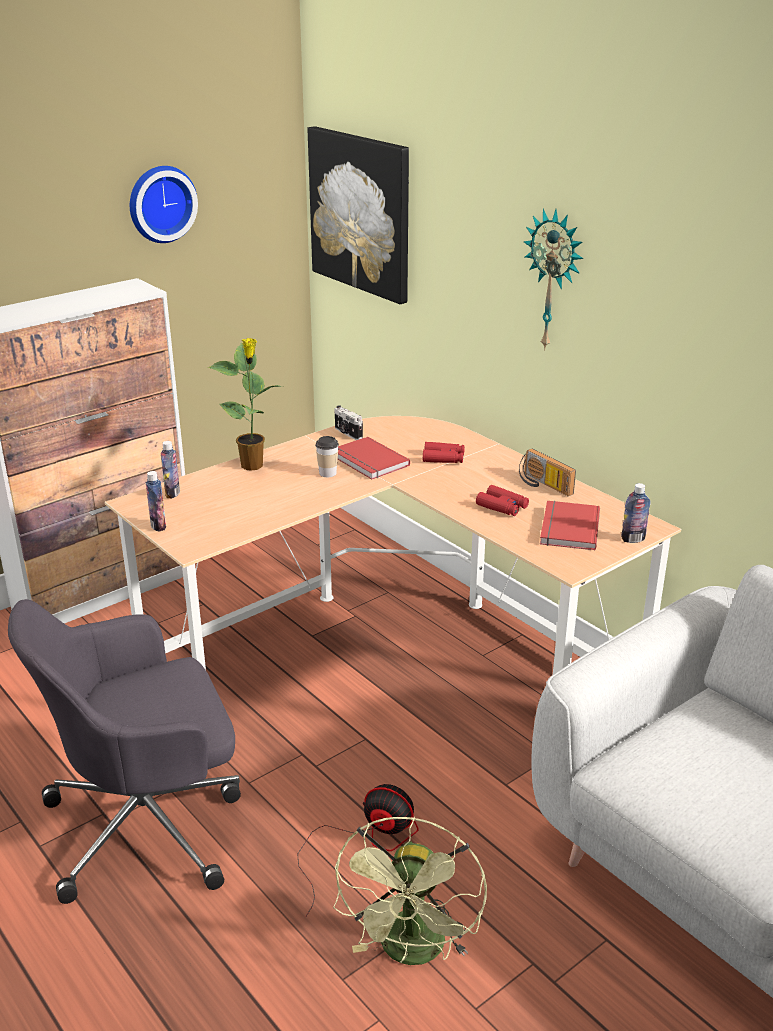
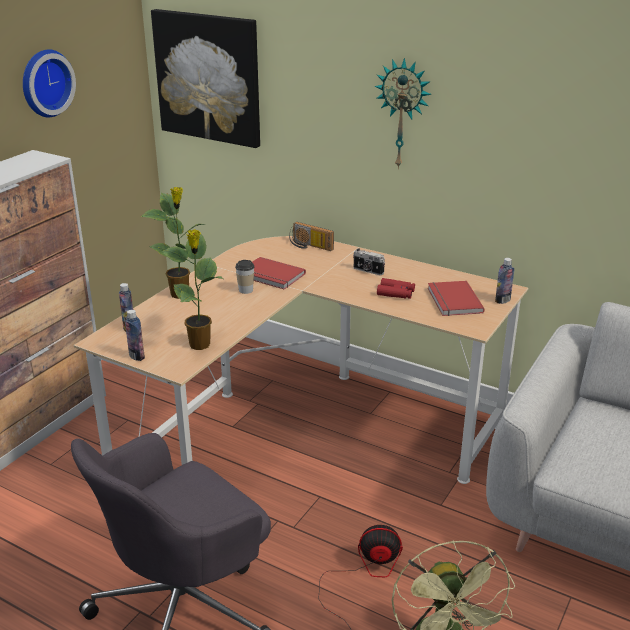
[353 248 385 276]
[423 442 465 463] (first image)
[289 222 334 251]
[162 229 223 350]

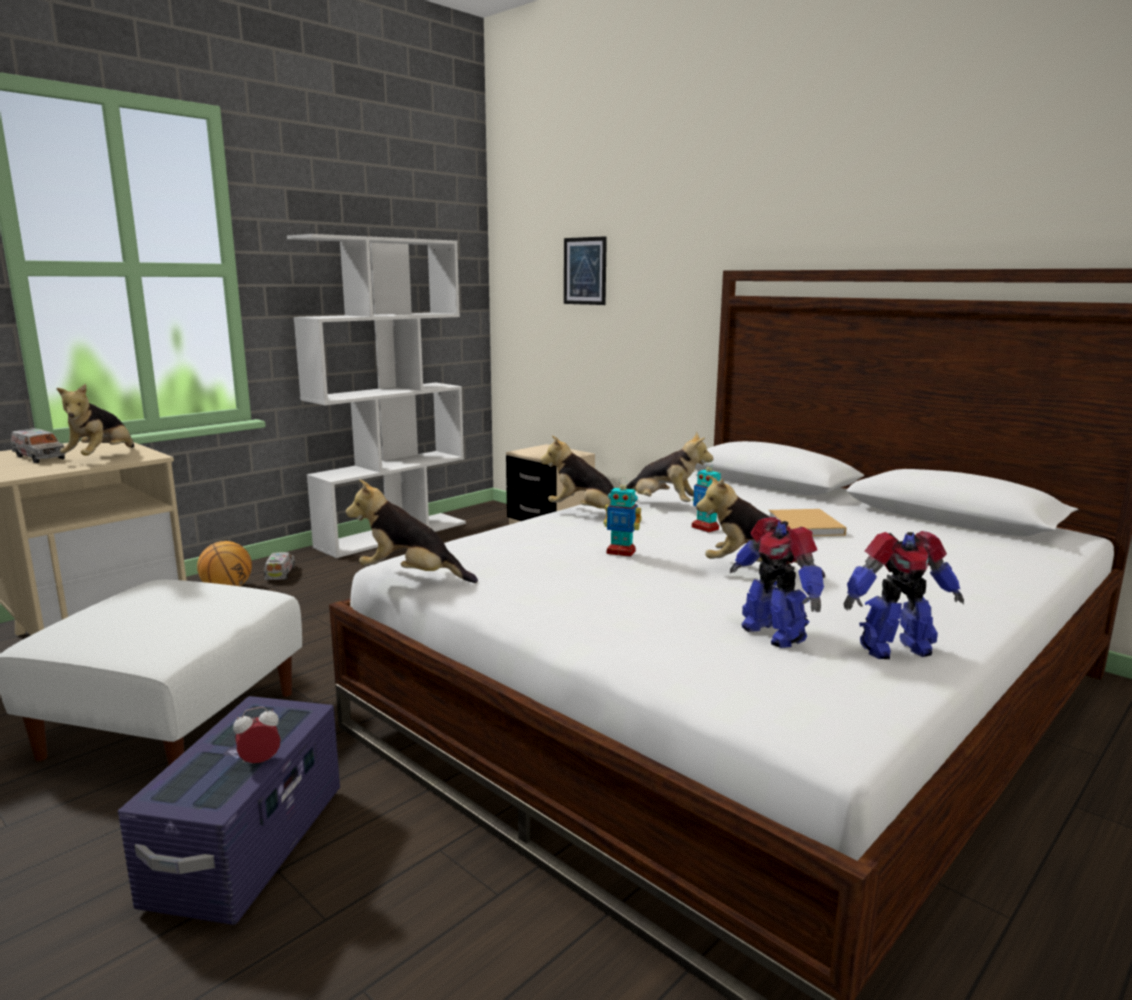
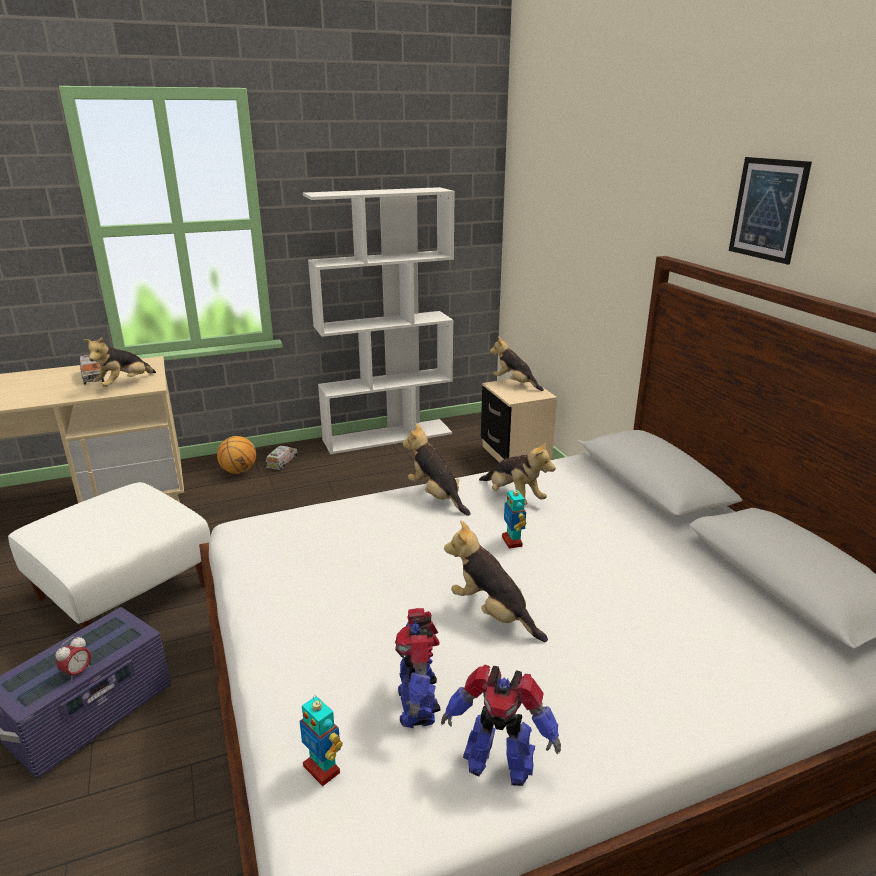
[729 157 812 265]
[299 695 343 786]
[490 337 544 391]
[769 509 847 536] (first image)
[56 636 91 682]

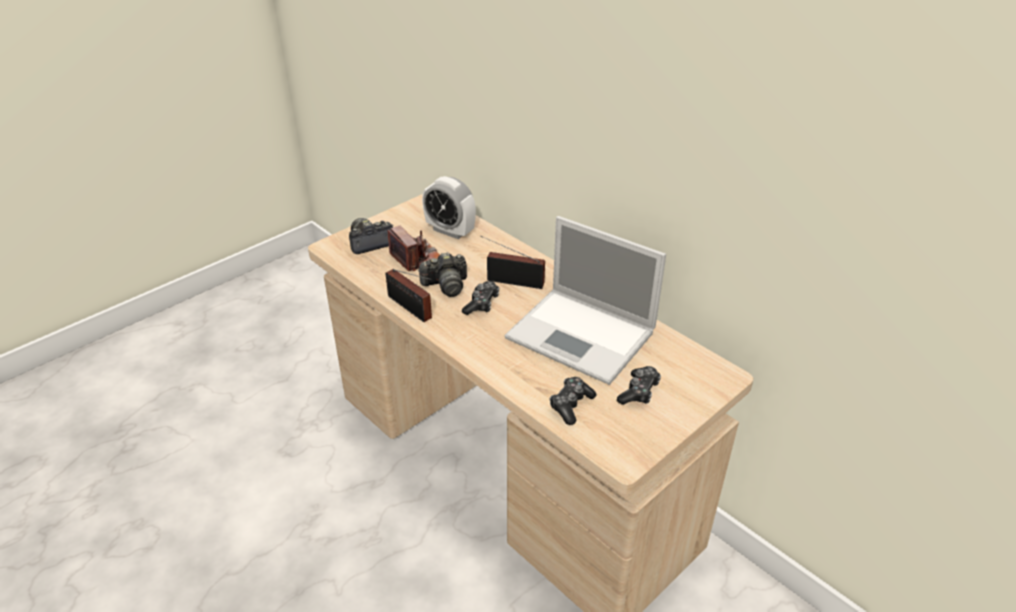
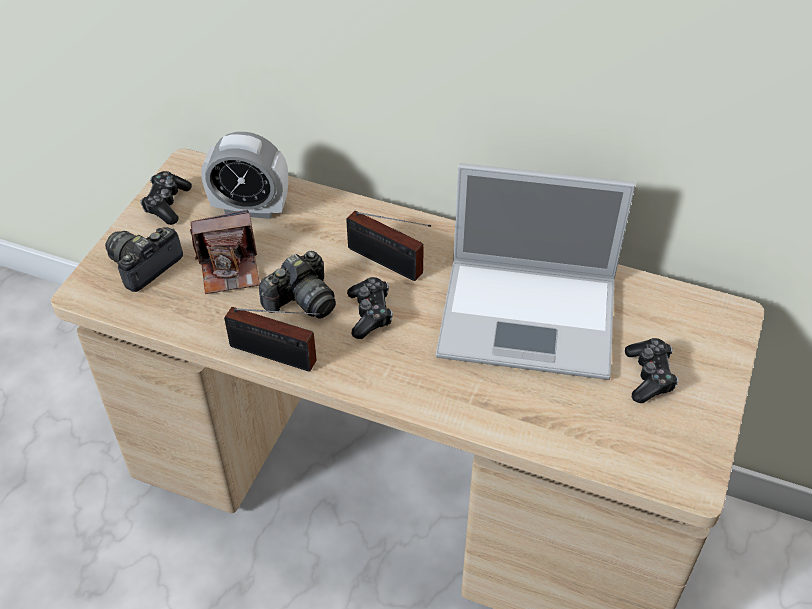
[190 210 260 294]
[346 211 431 281]
[140 171 192 225]

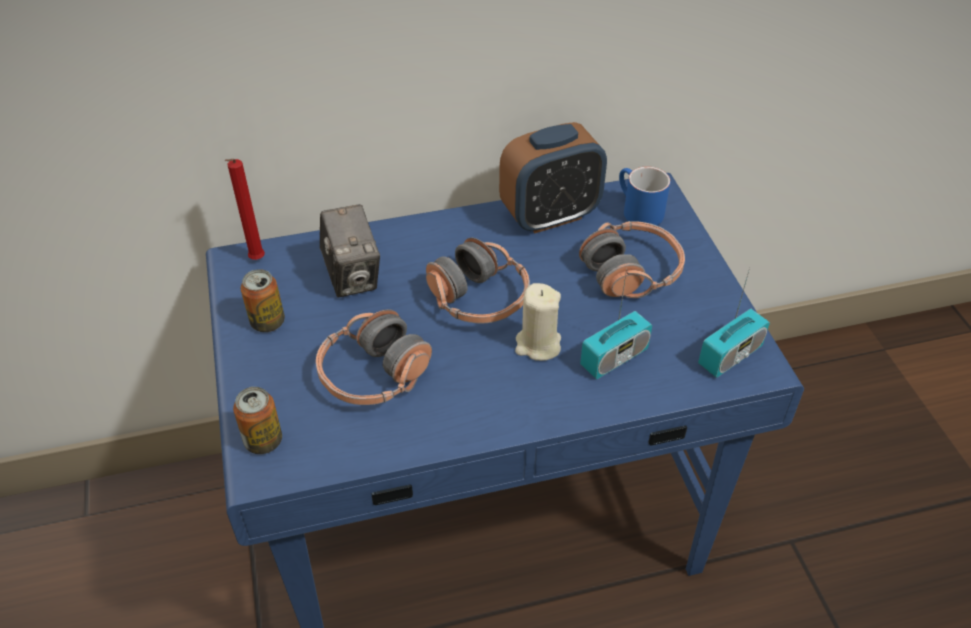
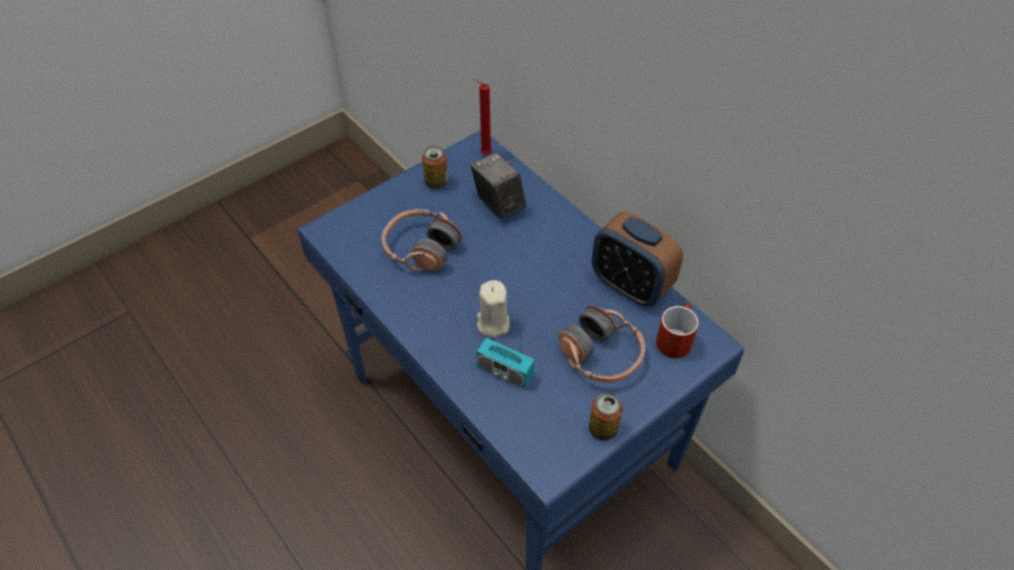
[656 302 699 358]
[471 153 526 219]
[426 238 530 323] (first image)
[698 268 770 378] (first image)
[589 393 623 441]

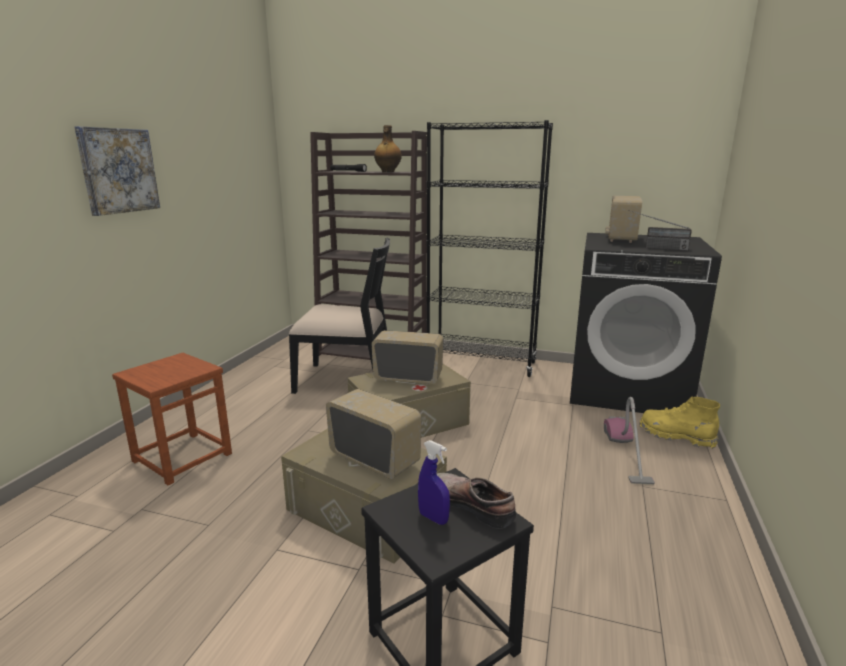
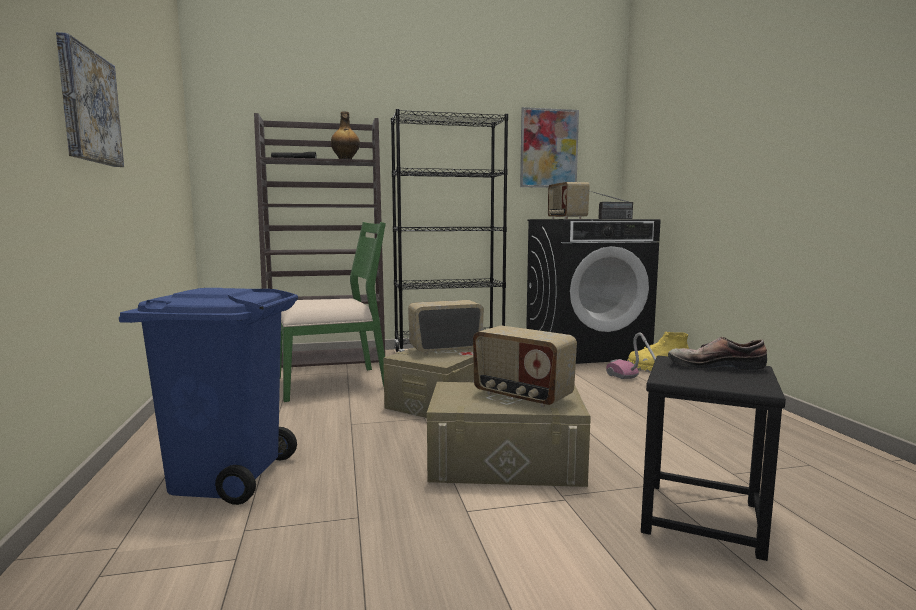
[280 222 386 402]
[119 288 298 505]
[473 325 577 407]
[418 440 450 525] (first image)
[520 107 579 188]

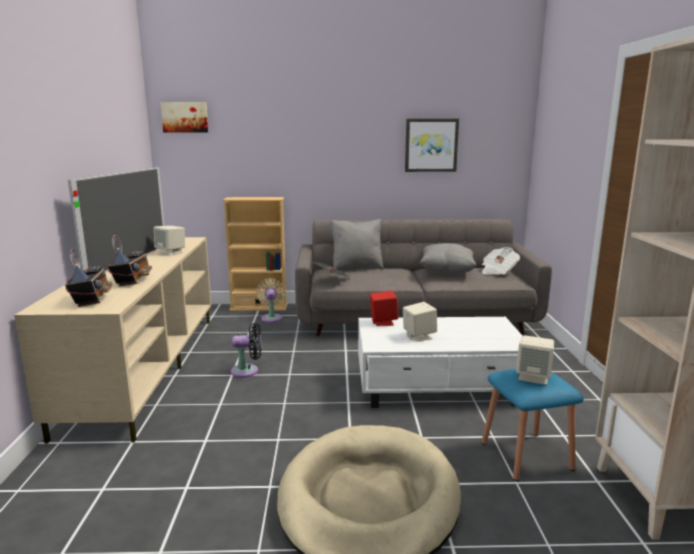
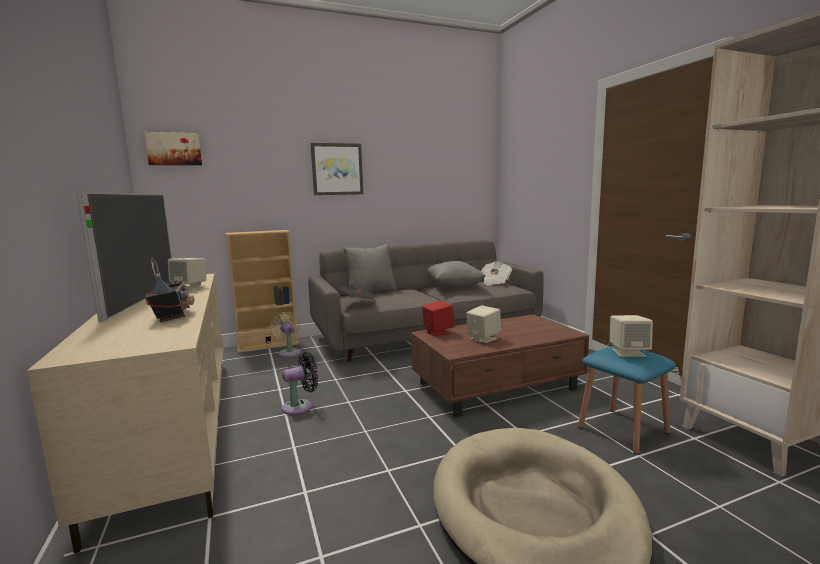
[311 143 363 195]
[65 249 112 307] (first image)
[411 314 589 417]

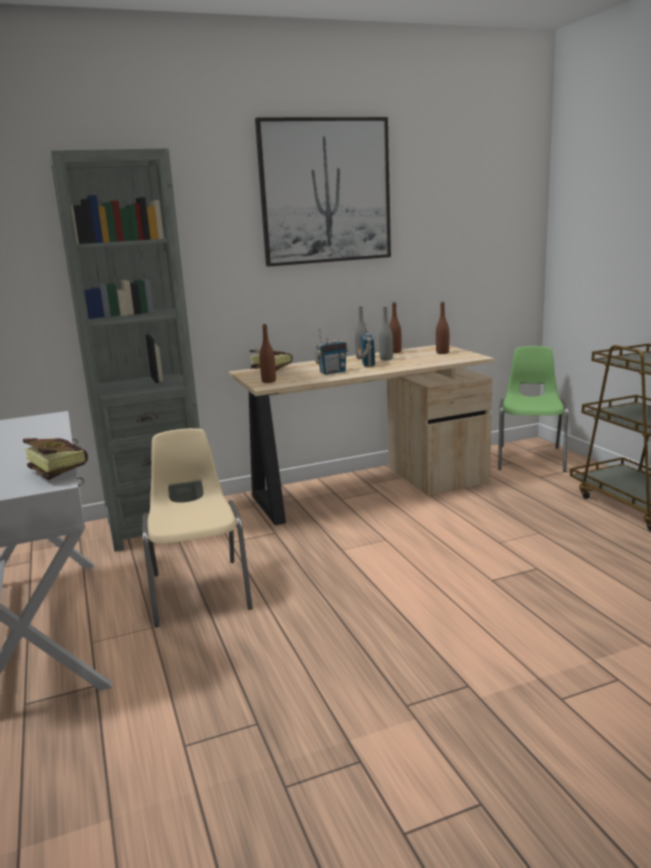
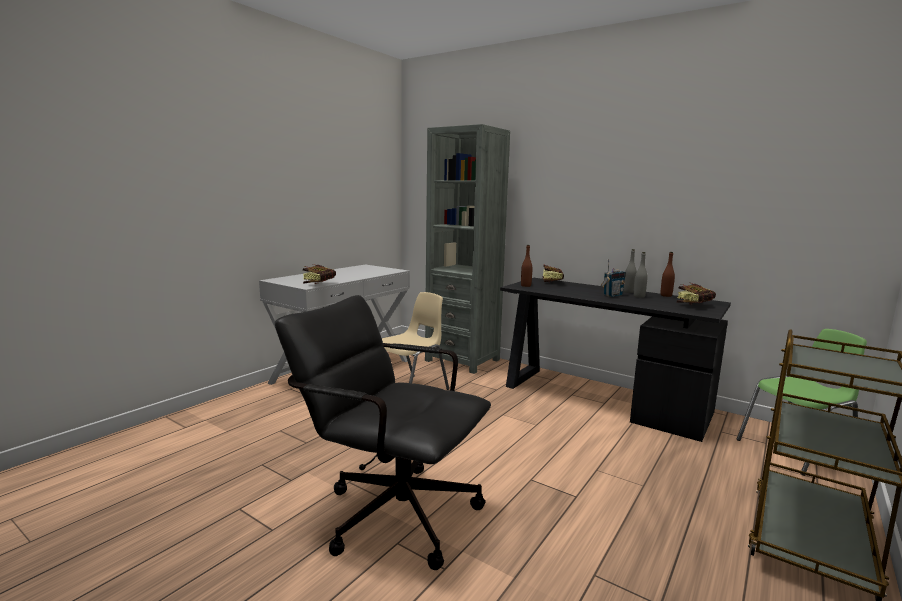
[255 117 391 267] (first image)
[677 283 716 304]
[315 328 348 375] (first image)
[500 278 731 442]
[275 295 491 570]

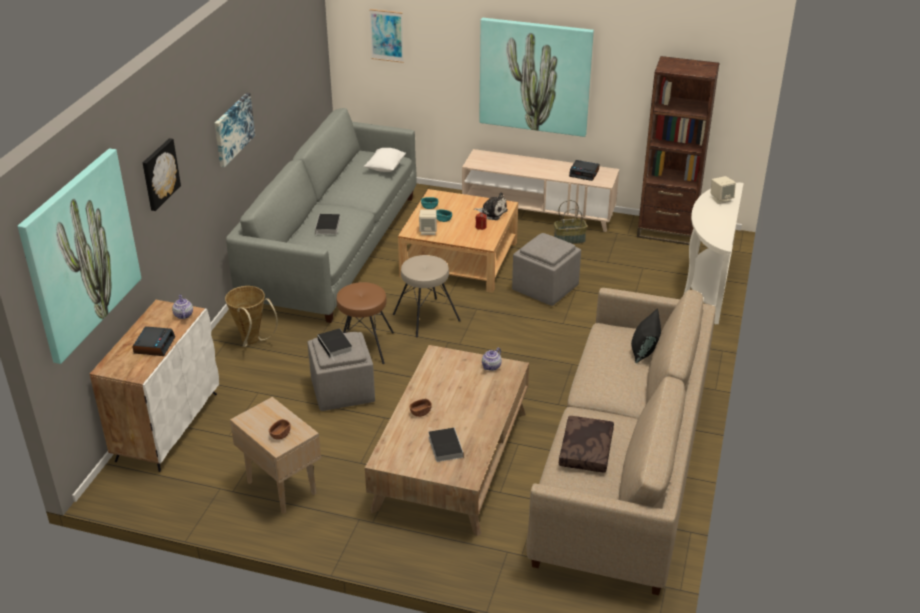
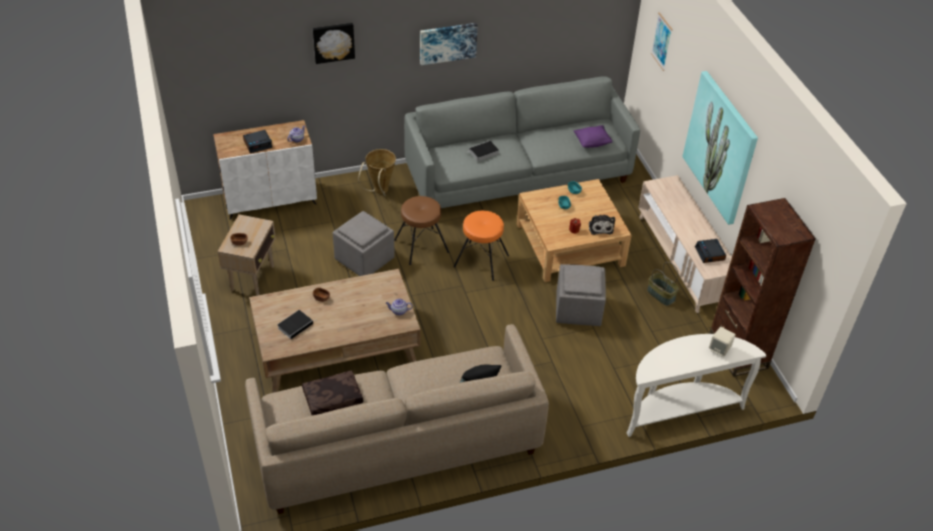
[17 148 142 364] (first image)
[573 125 613 148]
[419 210 437 235] (first image)
[453 211 509 281]
[317 328 352 361] (first image)

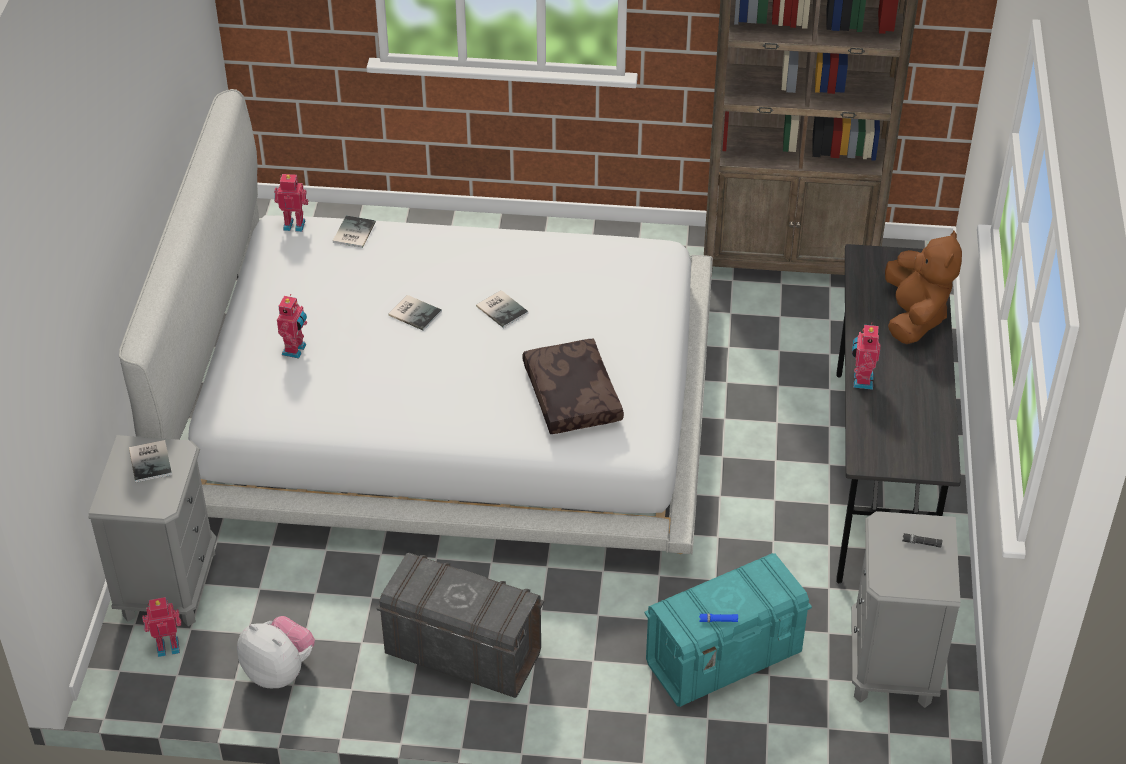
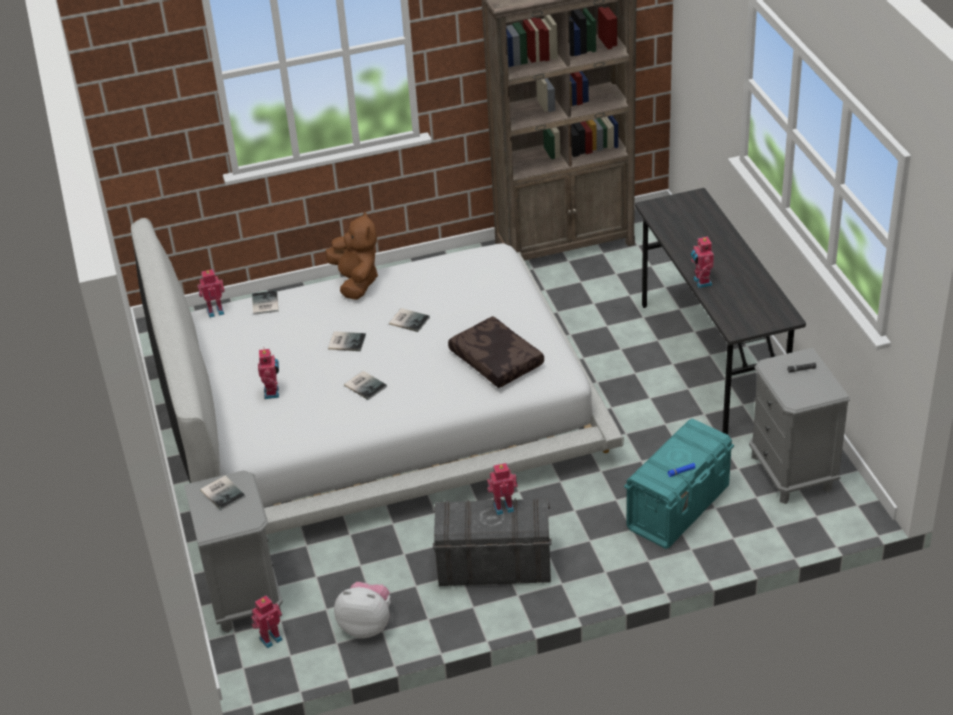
[326 212 378 300]
[344 371 387 400]
[487 463 518 515]

